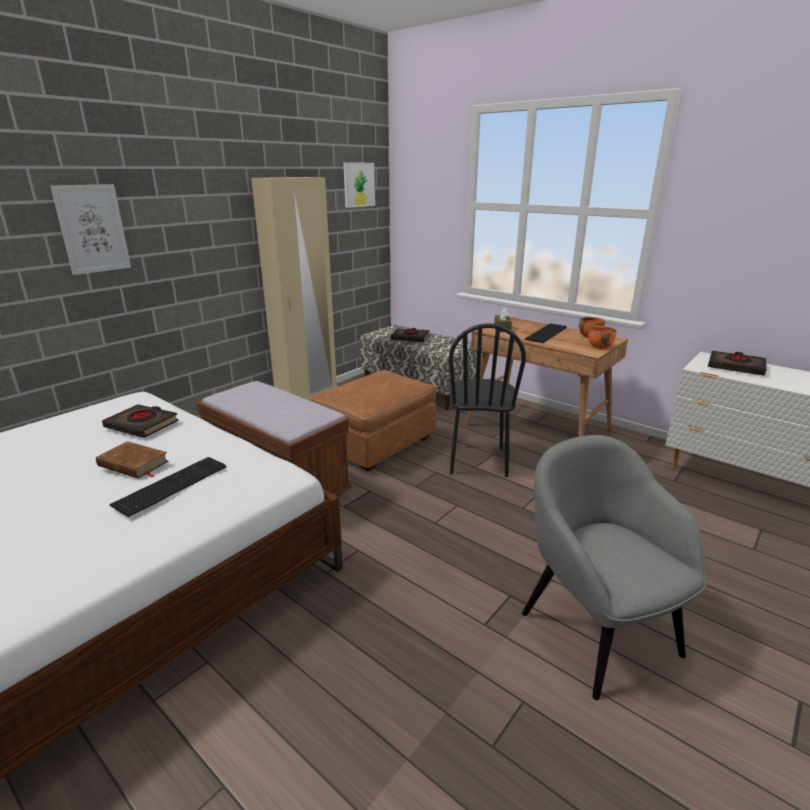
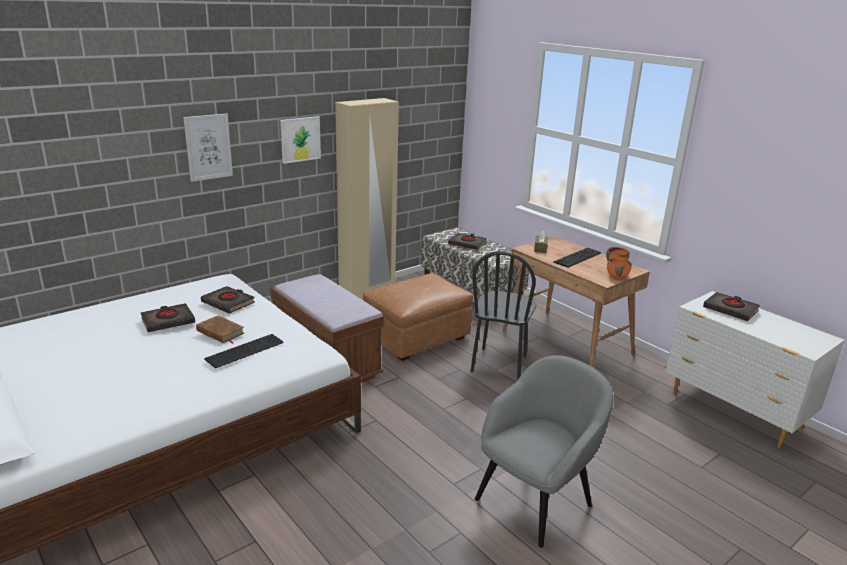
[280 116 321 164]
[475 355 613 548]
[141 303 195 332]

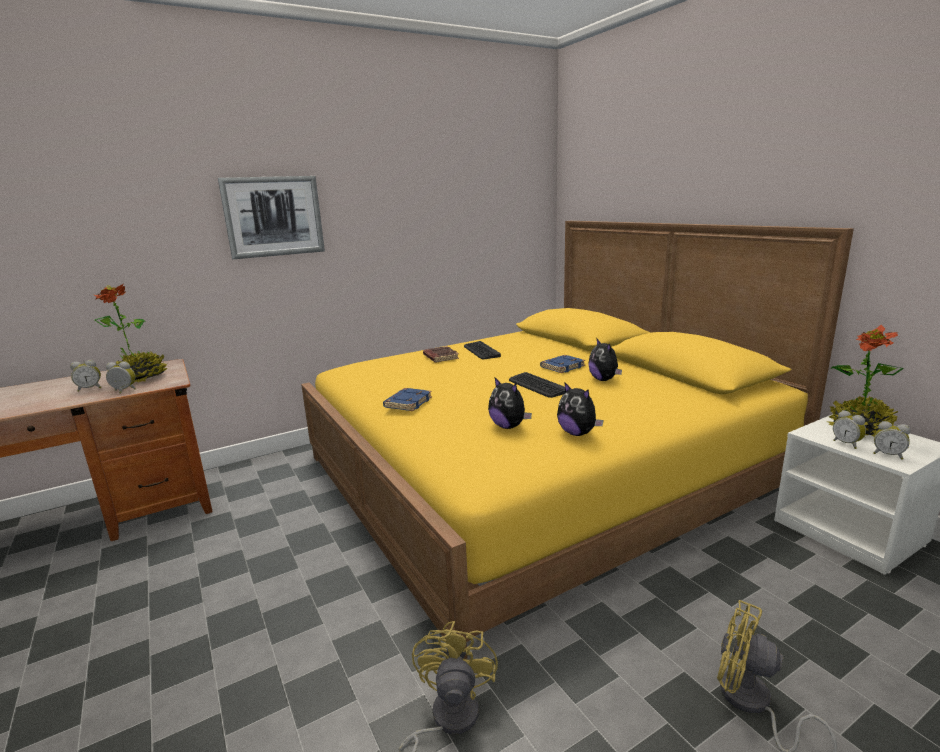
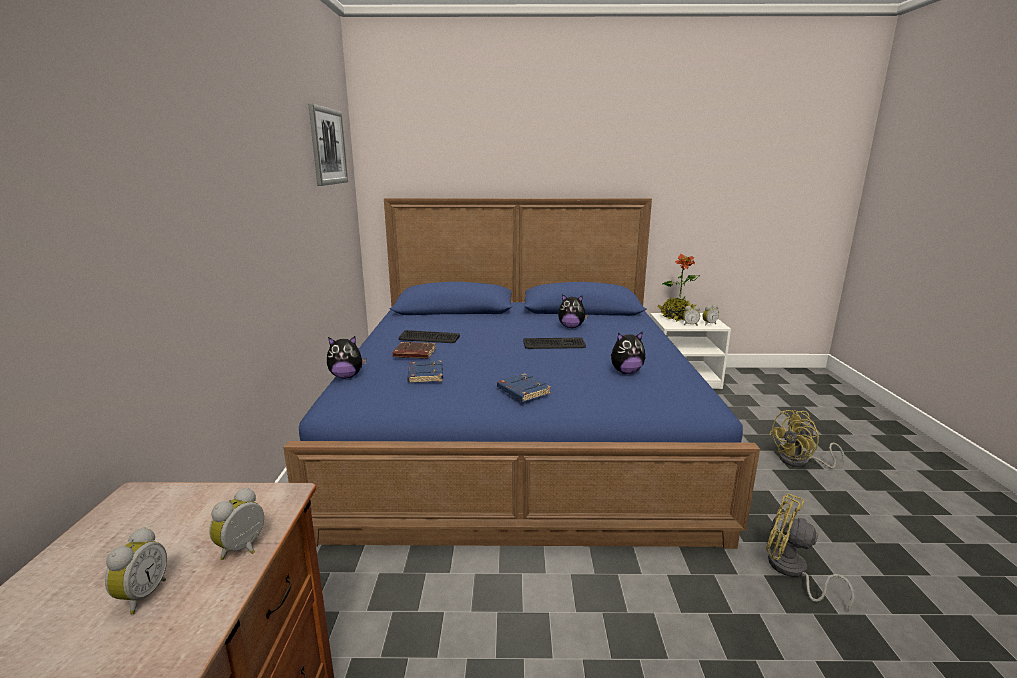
[308 104 348 186]
[283 198 760 549]
[94 284 167 382] (first image)
[408 360 443 383]
[327 336 367 378]

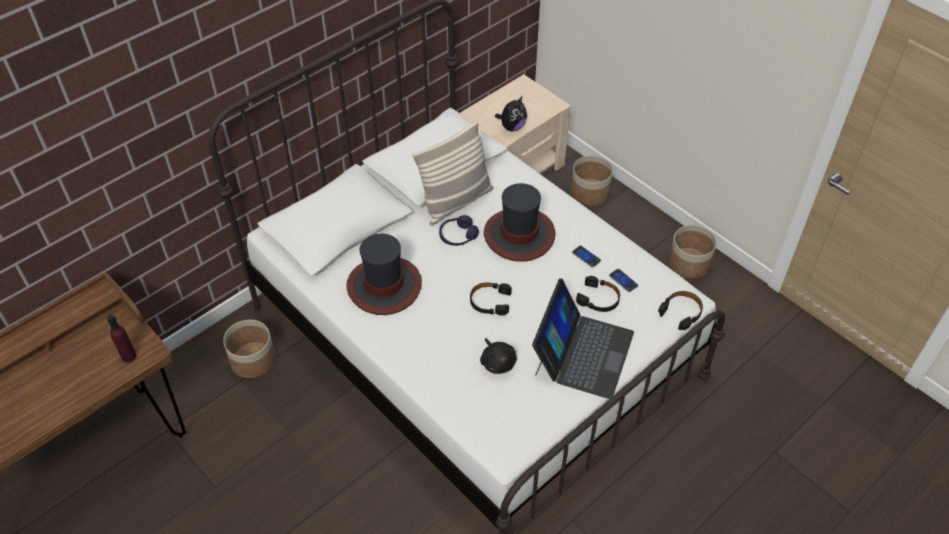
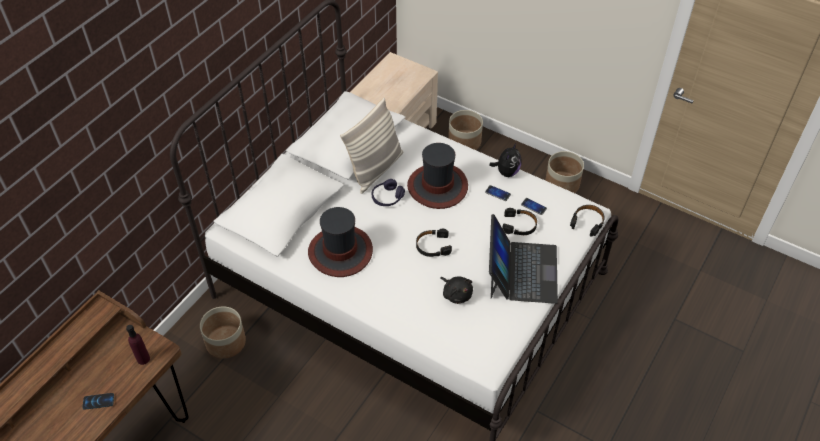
[489 143 521 177]
[83 393 114 410]

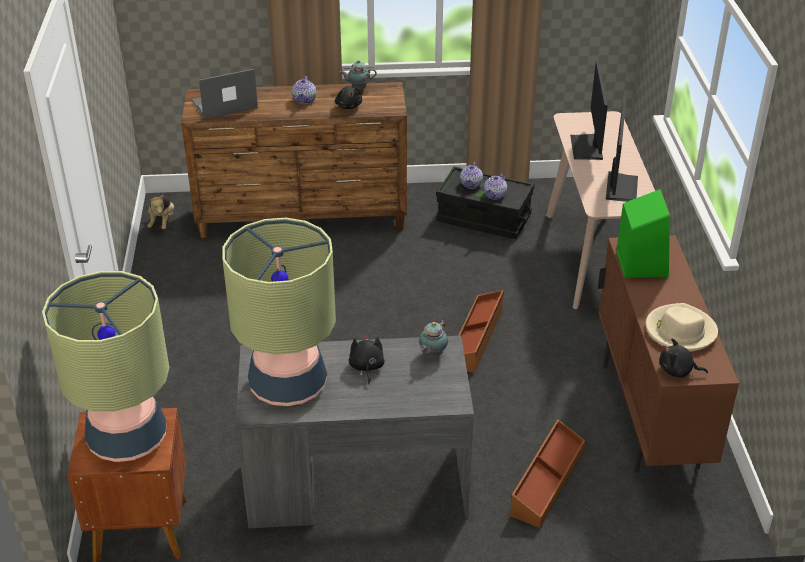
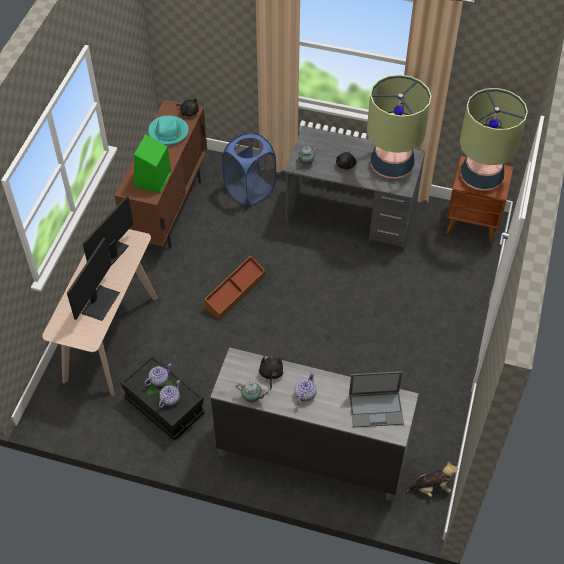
[210 347 419 501]
[405 461 458 497]
[148 116 189 145]
[222 133 276 205]

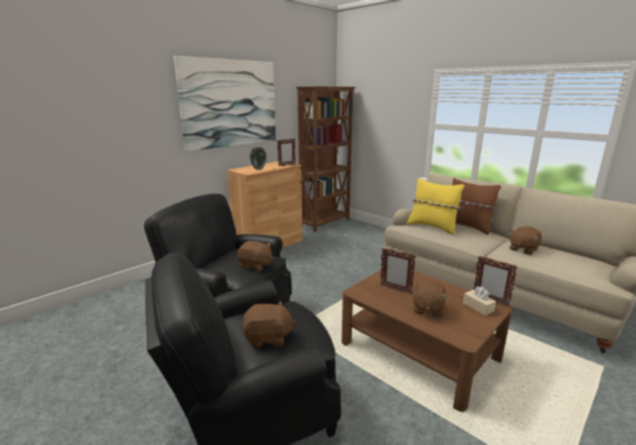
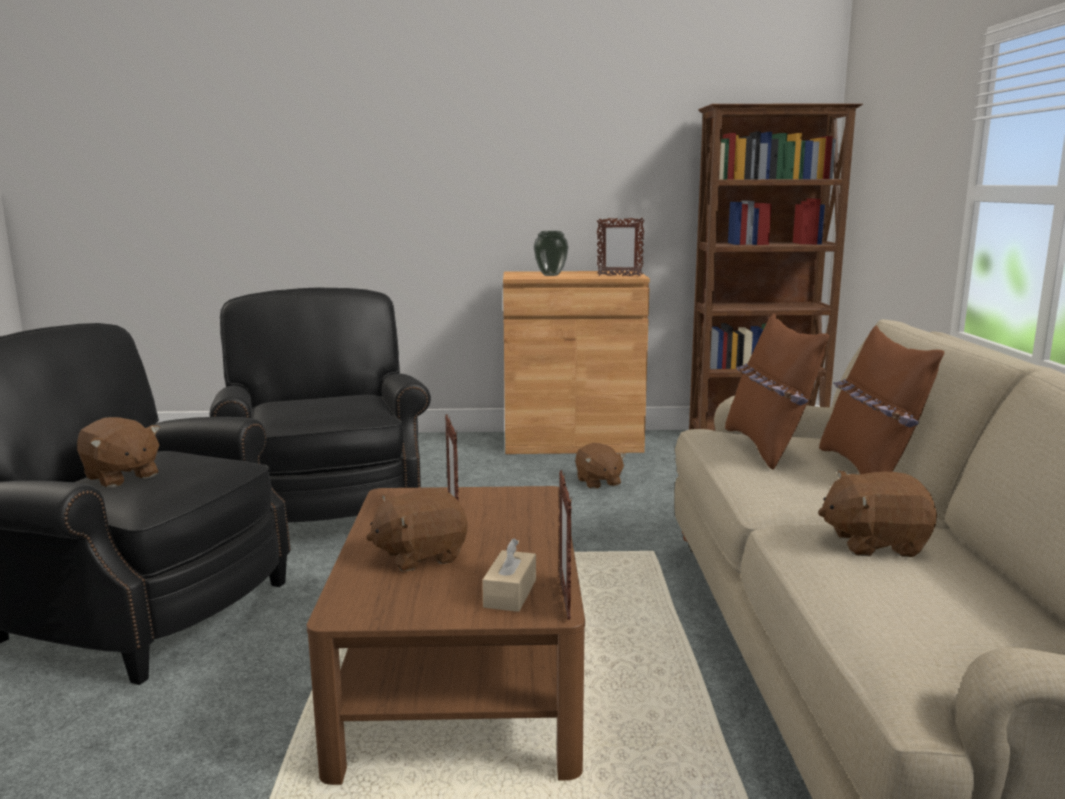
[173 56 276 151] (first image)
[725 313 830 470]
[575 443 626 489]

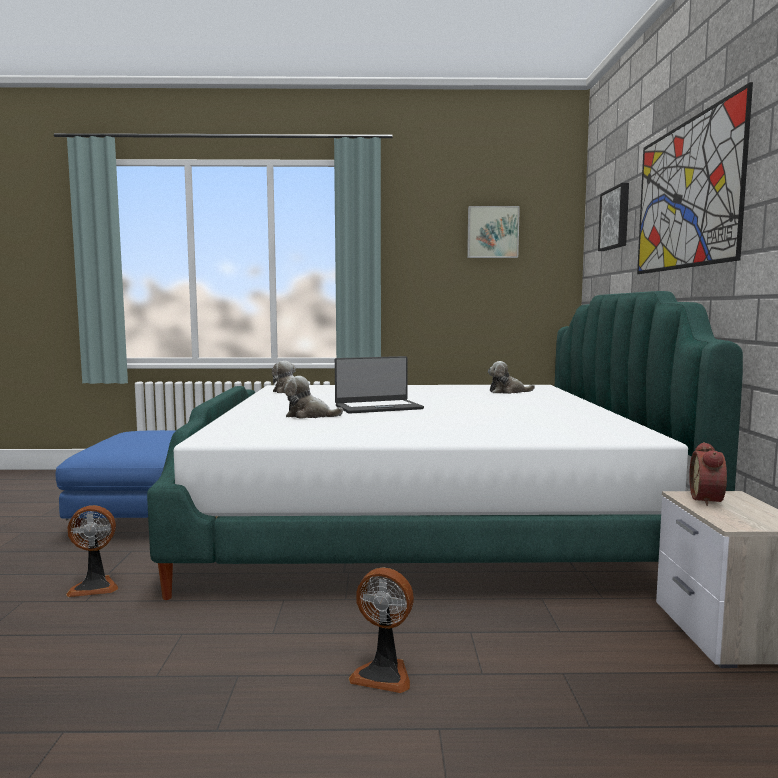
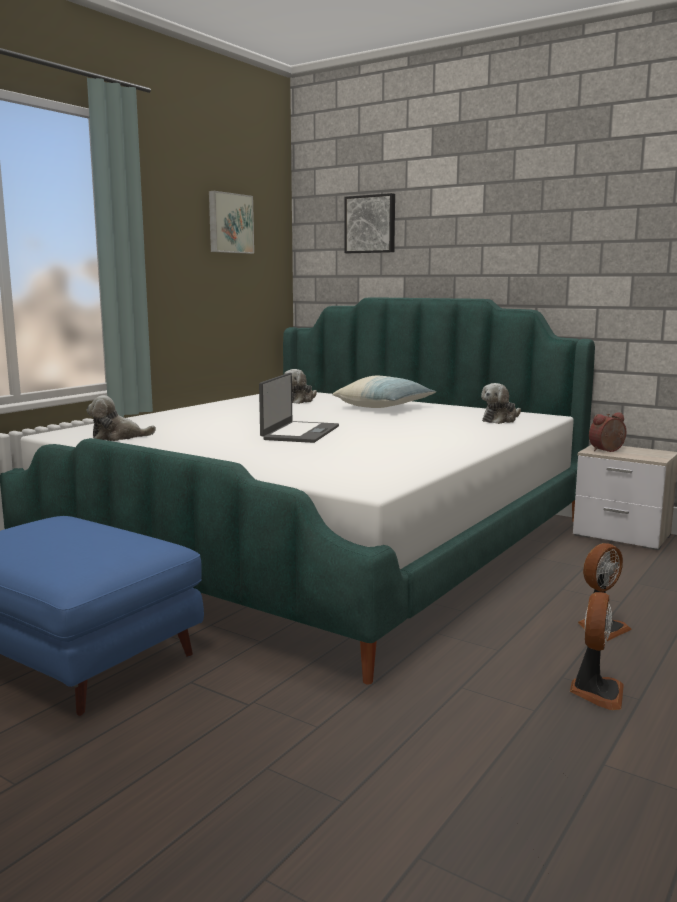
[637 82 753 274] (first image)
[481 383 521 424]
[589 412 626 452]
[570 592 624 710]
[333 376 436 408]

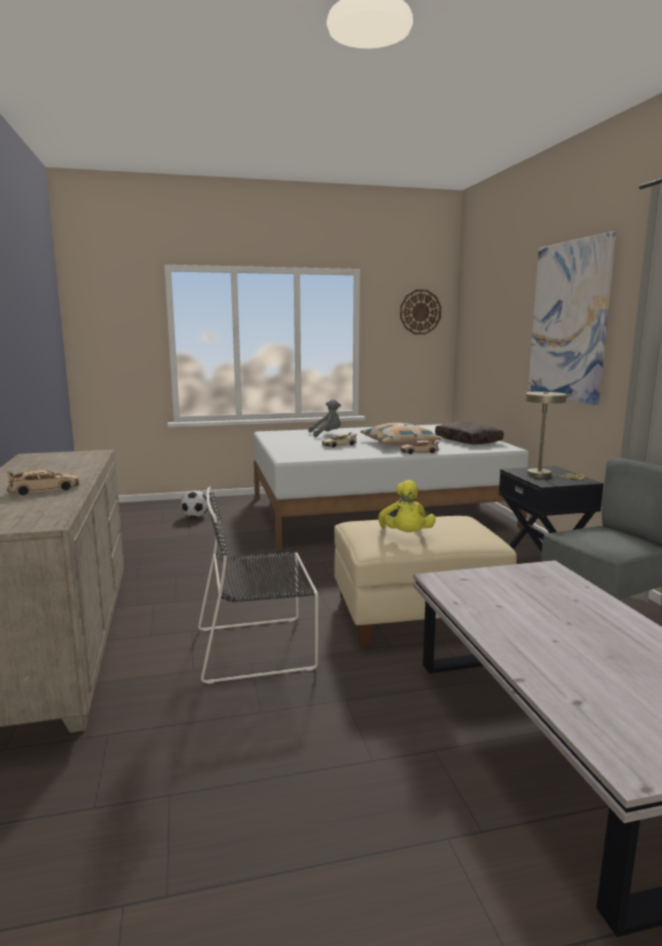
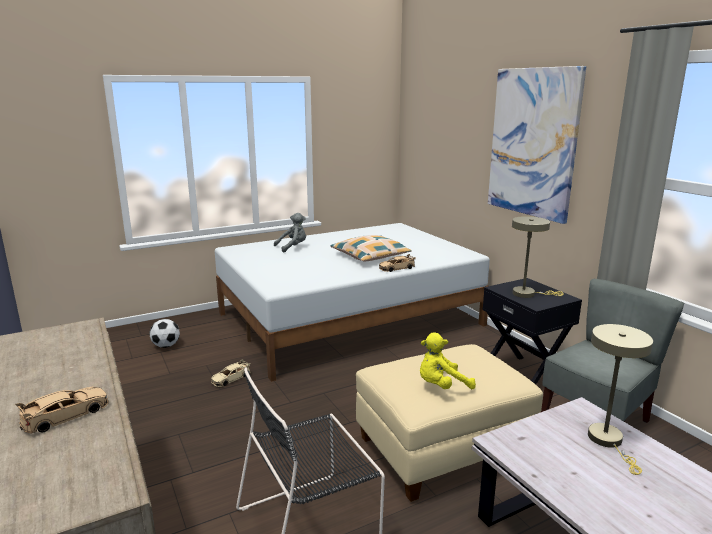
[400 290 441 334] (first image)
[435 422 504 445] (first image)
[211 359 251 387]
[420 333 476 389]
[588 324 653 475]

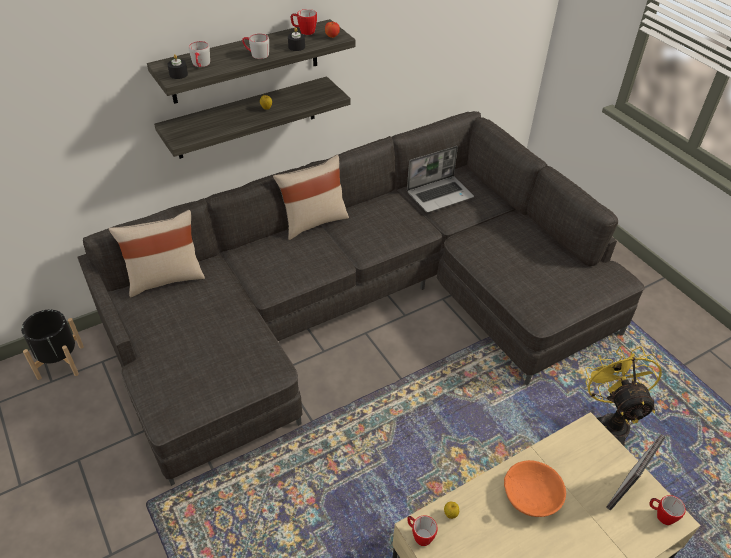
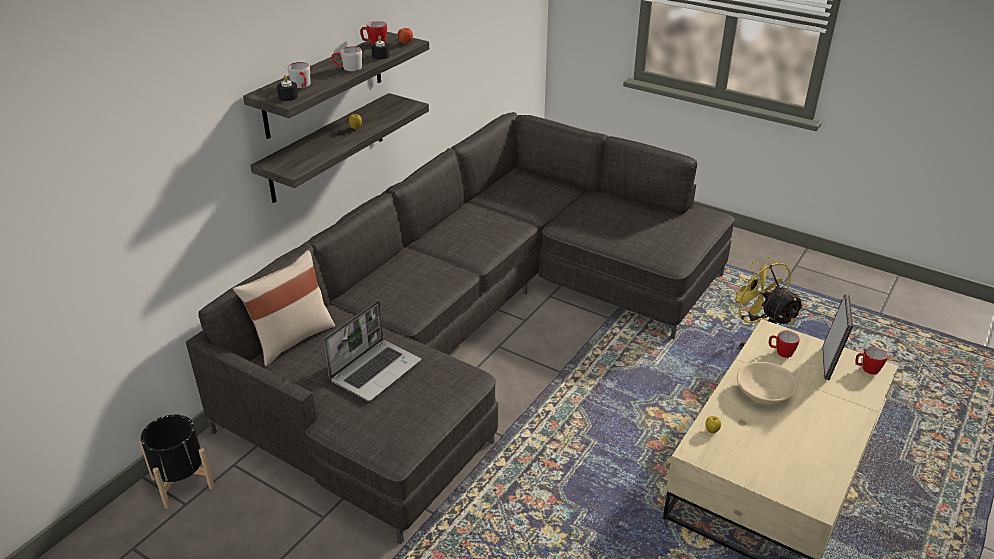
[324 300 421 401]
[273 155 349 240] (first image)
[737 362 798 405]
[769 330 800 358]

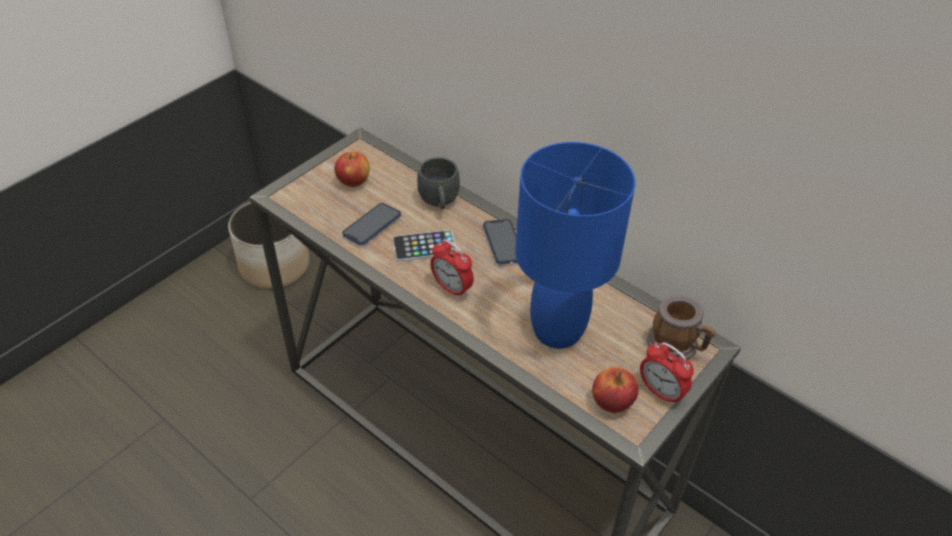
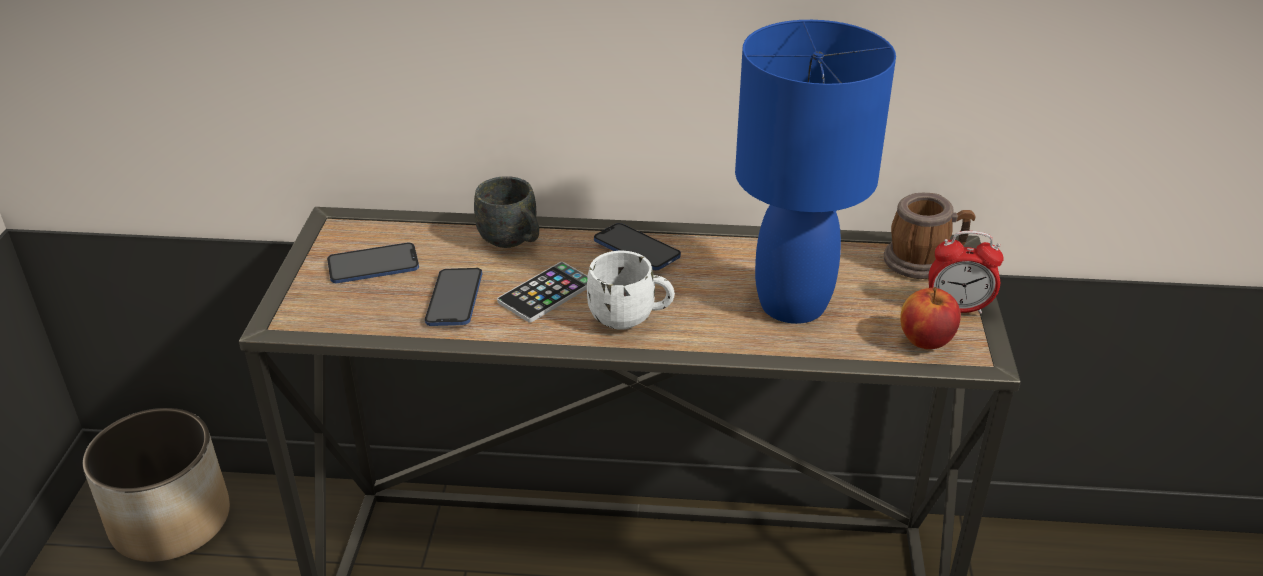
[327 242 419 284]
[587 251 675 330]

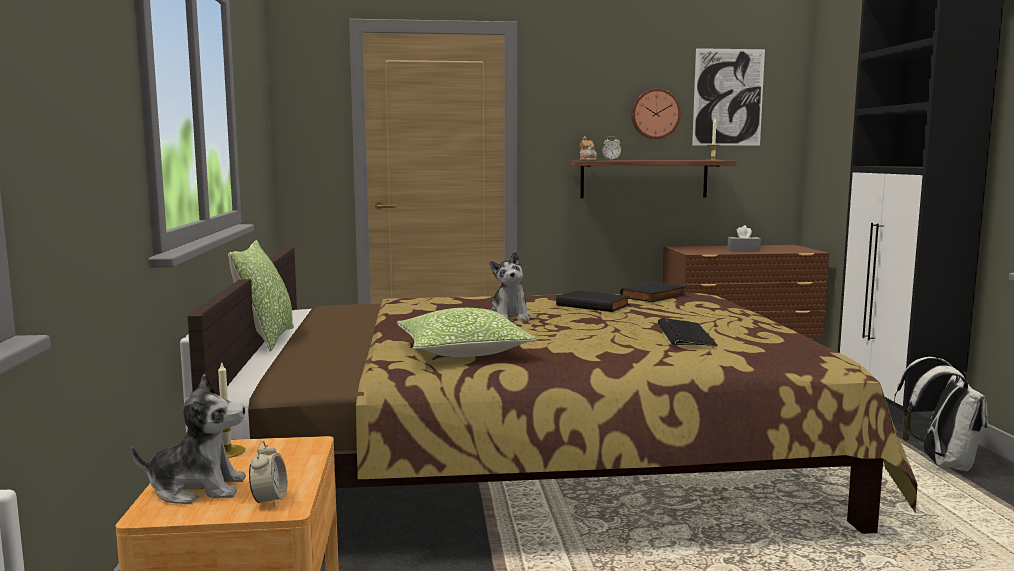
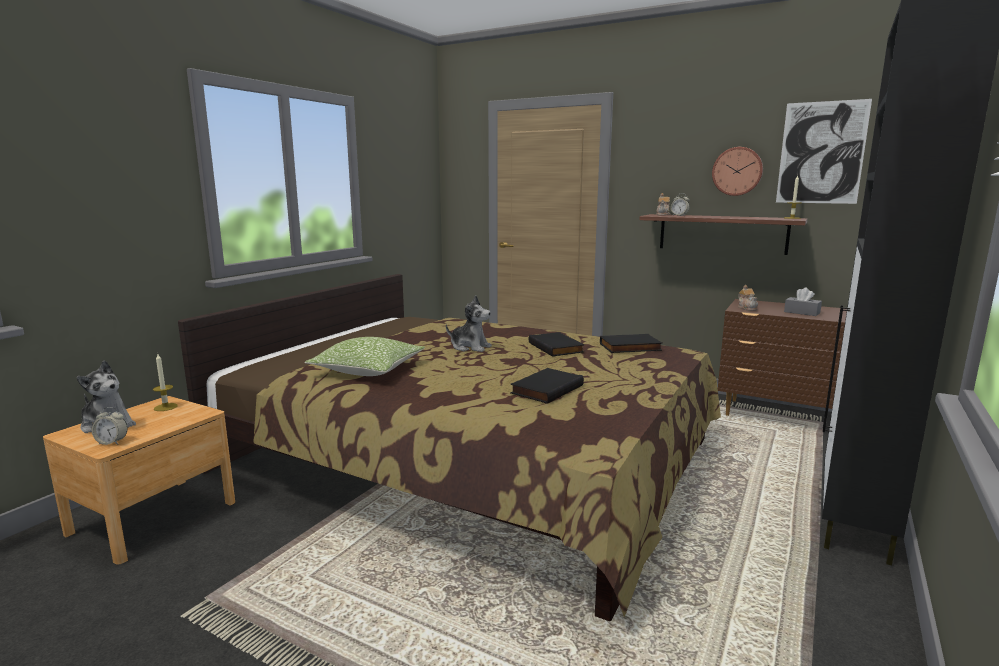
[228 240 294 352] (first image)
[446 296 492 352]
[510 368 584 404]
[894 357 988 471] (first image)
[91 407 128 445]
[738 285 758 311]

